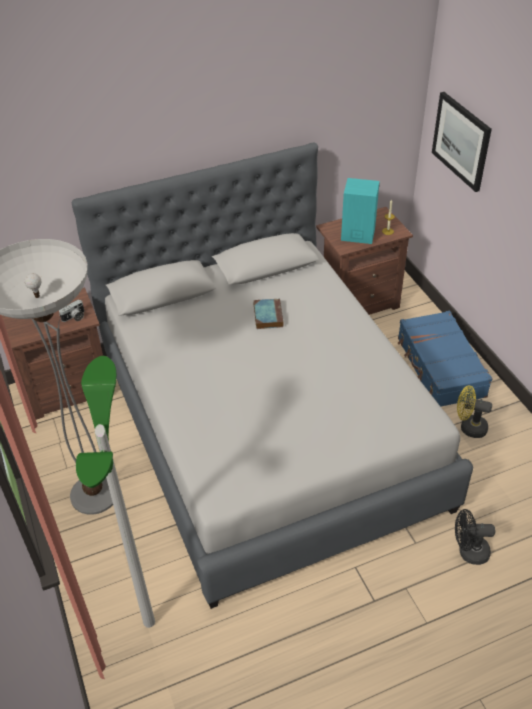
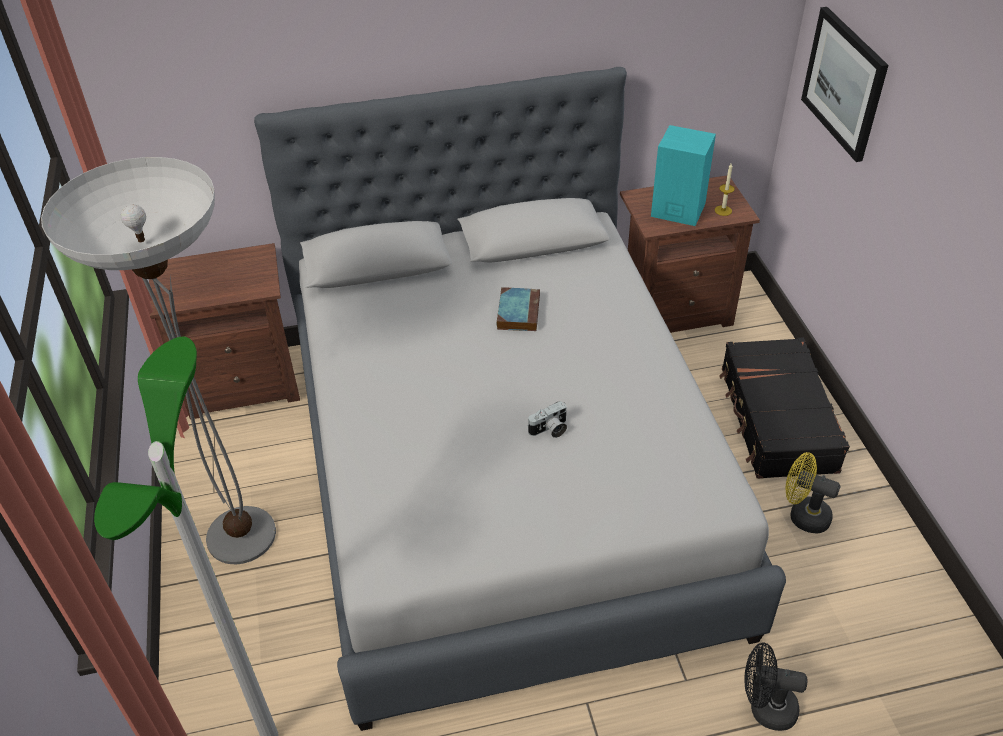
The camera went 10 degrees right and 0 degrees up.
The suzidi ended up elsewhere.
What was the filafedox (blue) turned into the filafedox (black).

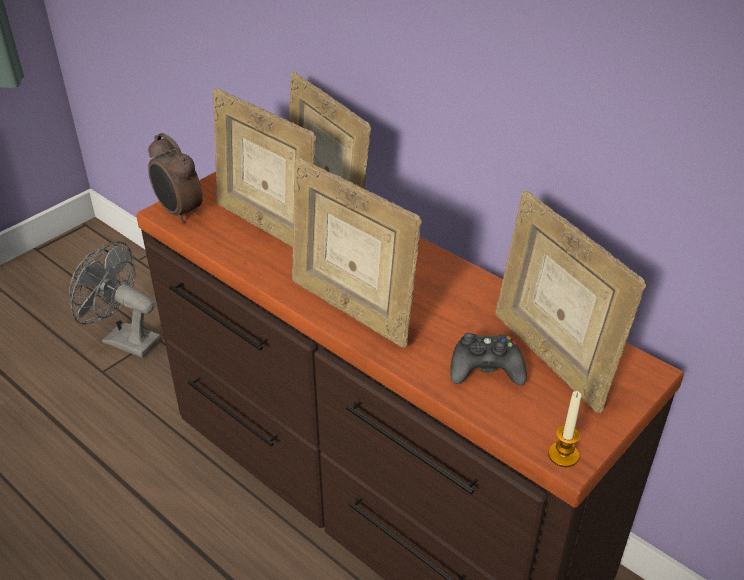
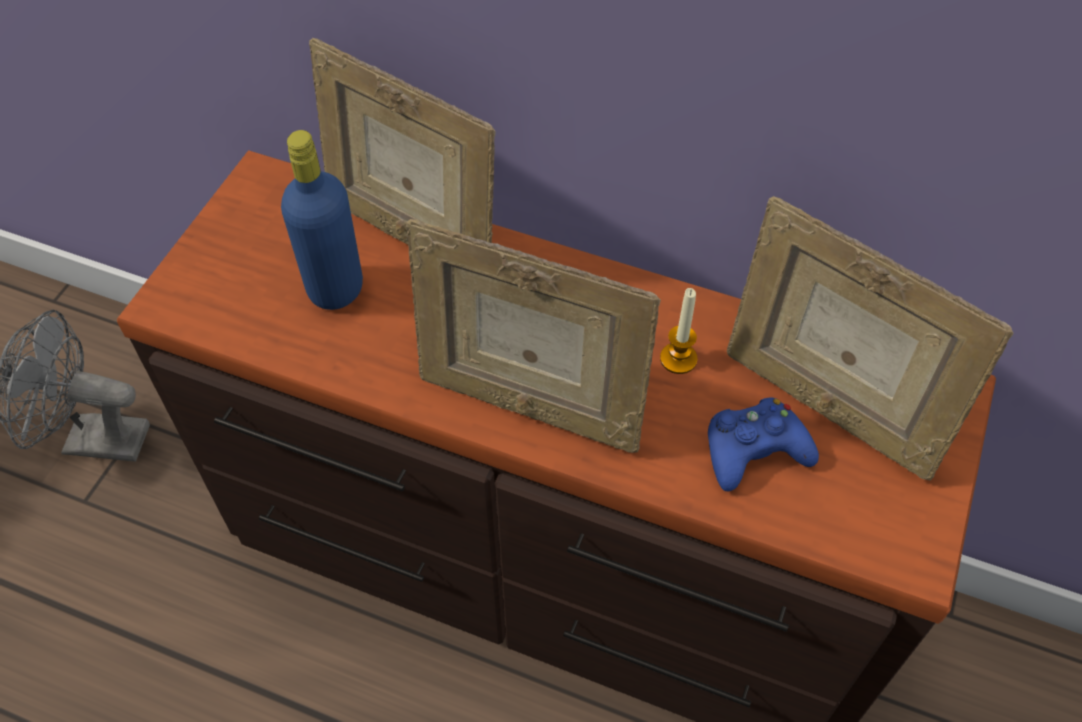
The camera went 20 degrees left and 15 degrees up.
Where the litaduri (1st from left) stood, the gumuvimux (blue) came to stand.
The second view lost the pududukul.
What was the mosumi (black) turned into the mosumi (blue).
The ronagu ended up elsewhere.

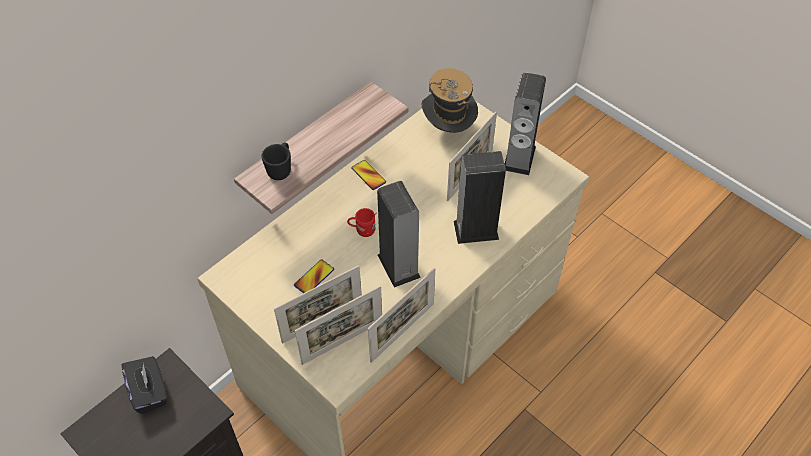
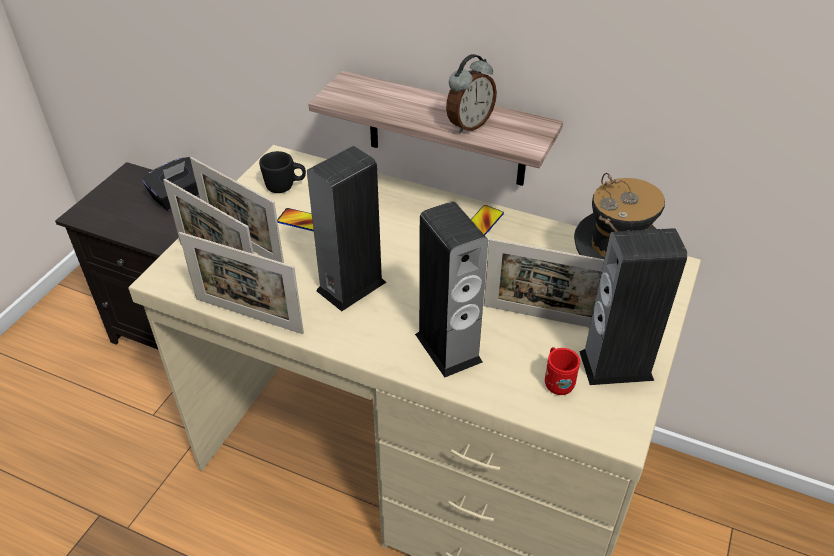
The camera went 70 degrees right and 10 degrees down.
The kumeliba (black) ended up elsewhere.
The kumeliba (red) ended up elsewhere.
The second view gained the pududukul.

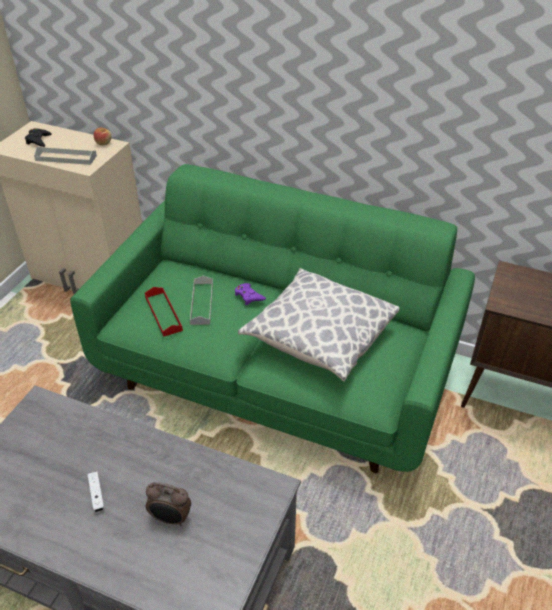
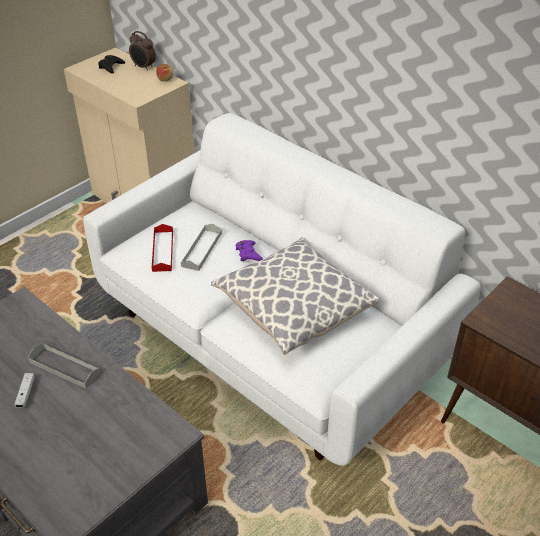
The camera went 20 degrees right and 0 degrees up.
The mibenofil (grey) (1st from left) ended up elsewhere.
What was the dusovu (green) turned into the dusovu (white).
The pududukul ended up elsewhere.

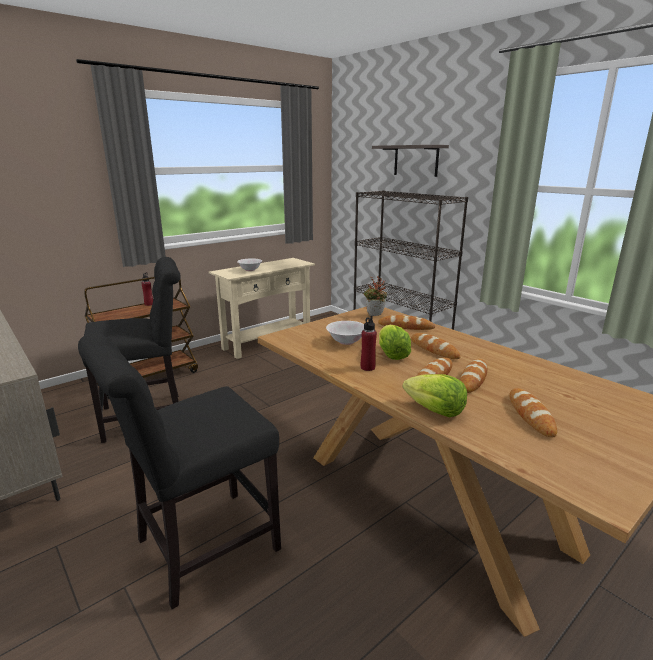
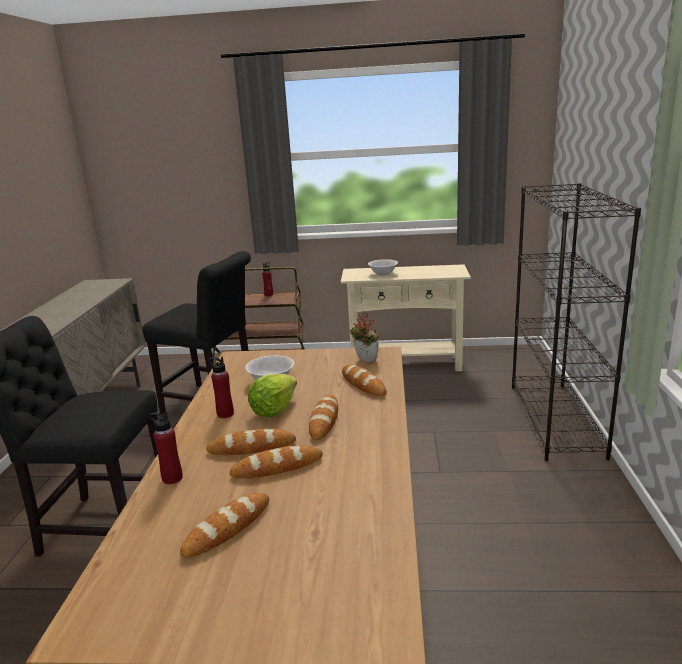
The camera went 45 degrees right and 0 degrees up.
The second view lost the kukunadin.
Where the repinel (2nd from left) stood, the gumuvimux (red) (1st from left) came to stand.

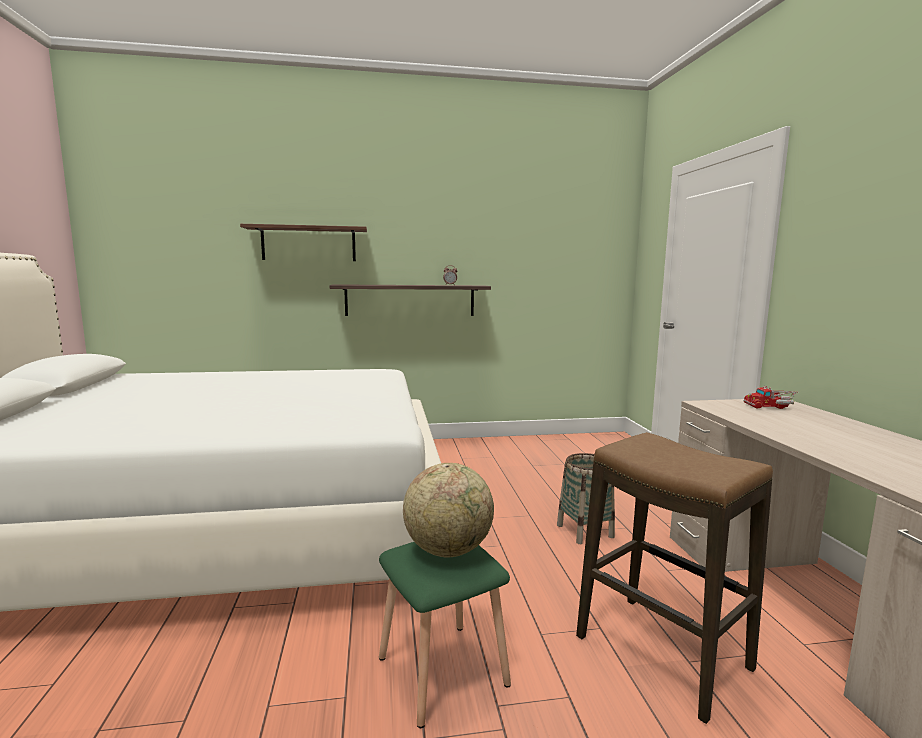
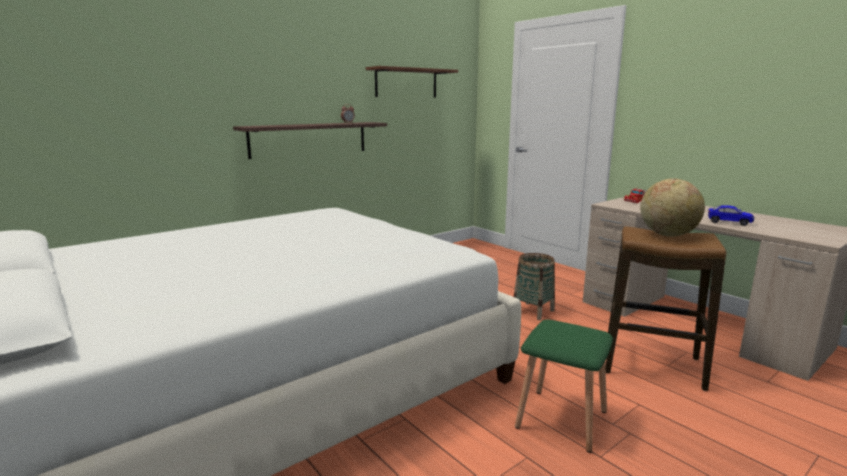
The camera went 30 degrees left and 5 degrees up.
The kukunadin (1st from left in the first image) ended up elsewhere.
The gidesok ended up elsewhere.
The second view gained the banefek.

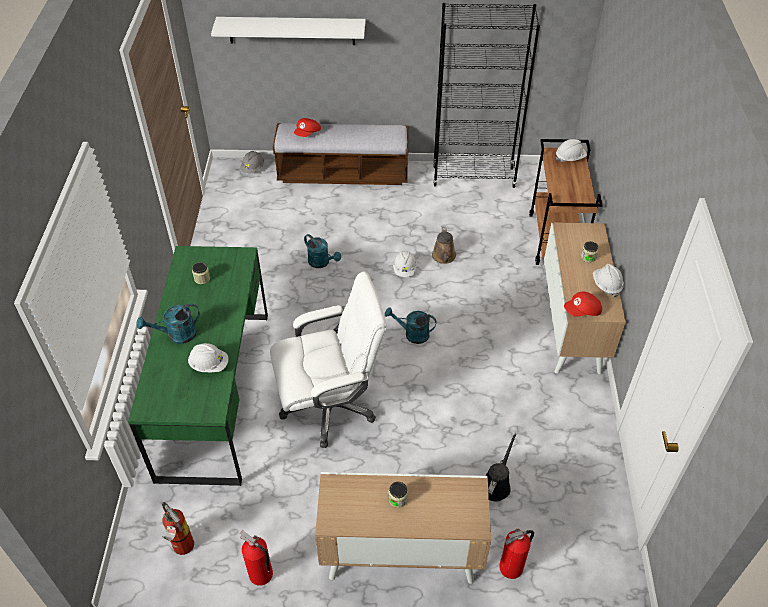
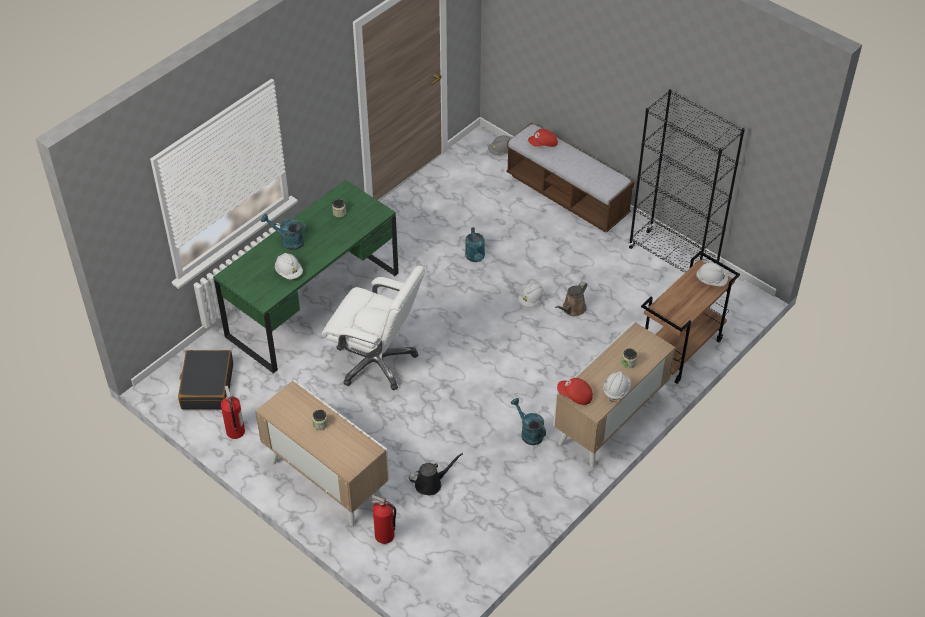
The camera went 40 degrees right and 0 degrees up.
The second view lost the kukunadin (white).
The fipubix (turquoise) (3rd from left) ended up elsewhere.
Where the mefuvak (1st from left) stood, the filafedox (black) came to stand.

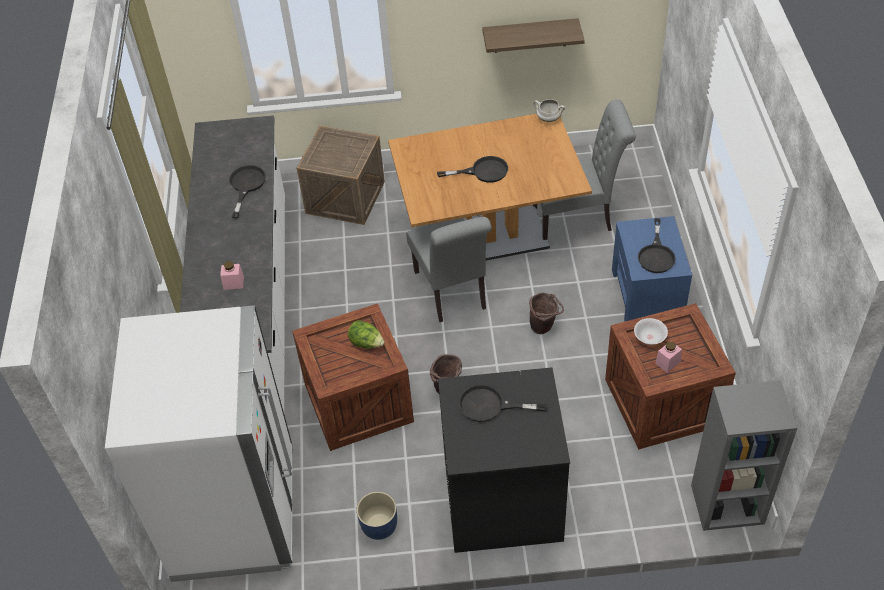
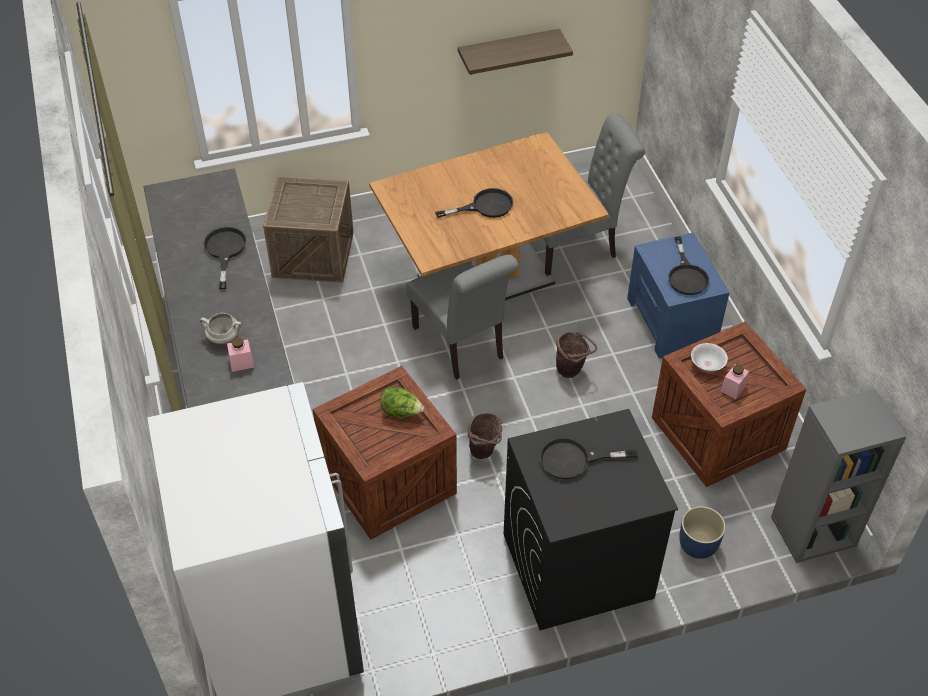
The camera went 15 degrees left and 0 degrees up.
The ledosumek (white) ended up elsewhere.
The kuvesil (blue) ended up elsewhere.

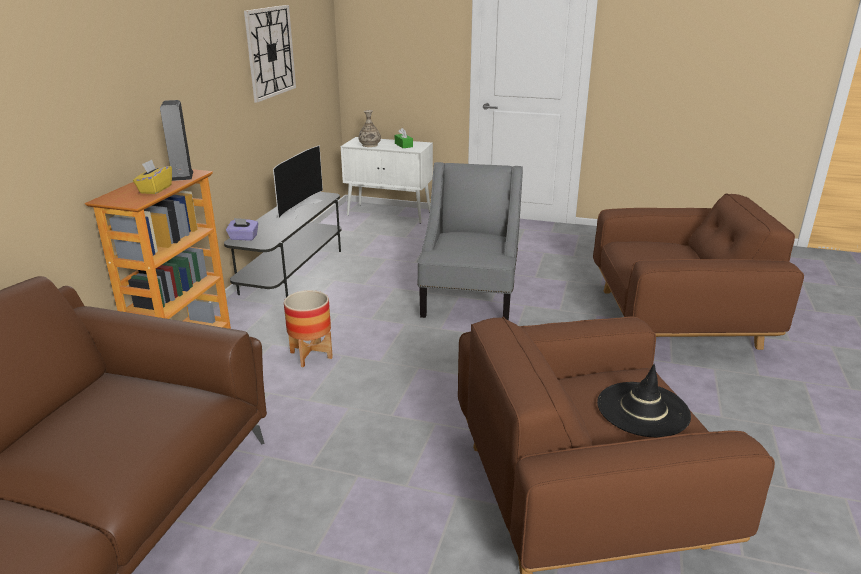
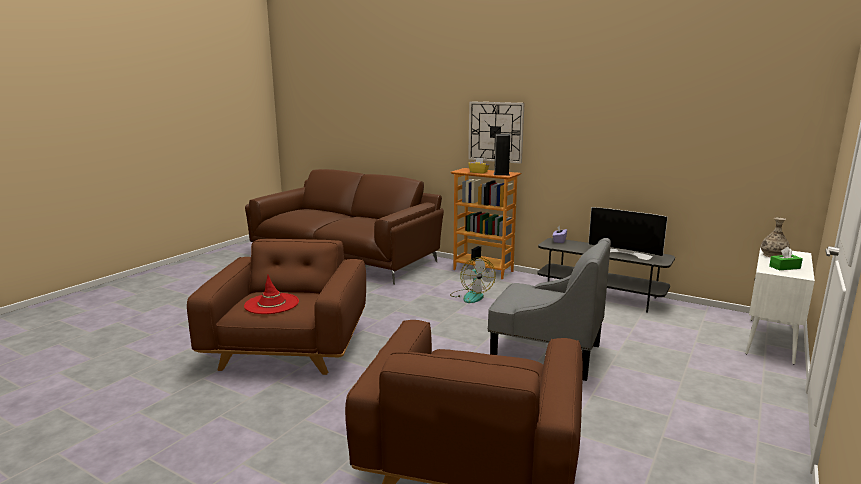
The camera went 105 degrees right and 10 degrees down.
The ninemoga ended up elsewhere.
Where the kuvesil stood, the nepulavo came to stand.
What was the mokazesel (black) turned into the mokazesel (red).

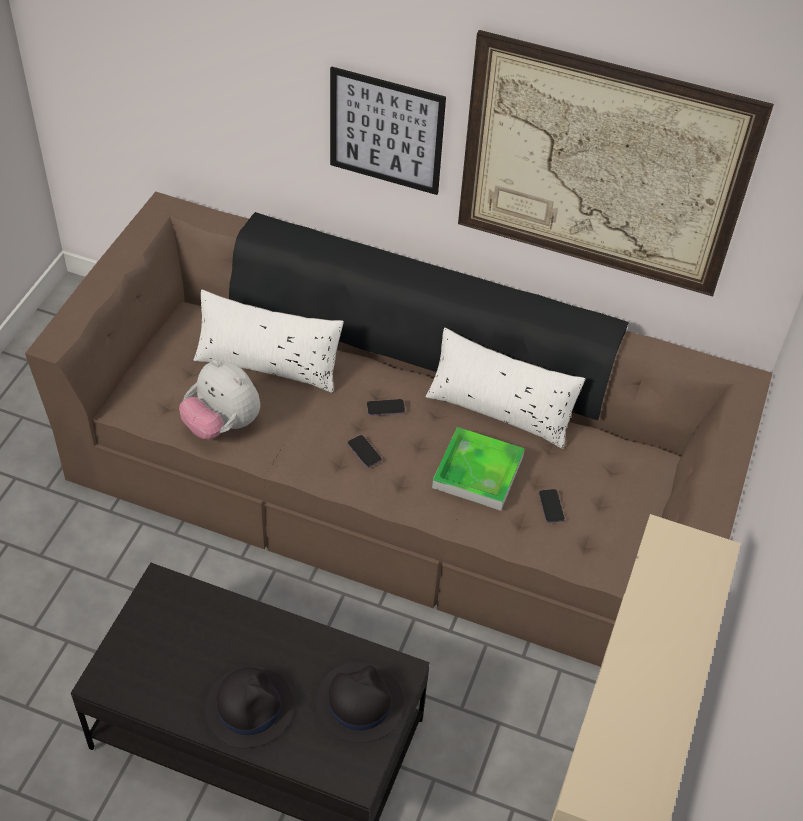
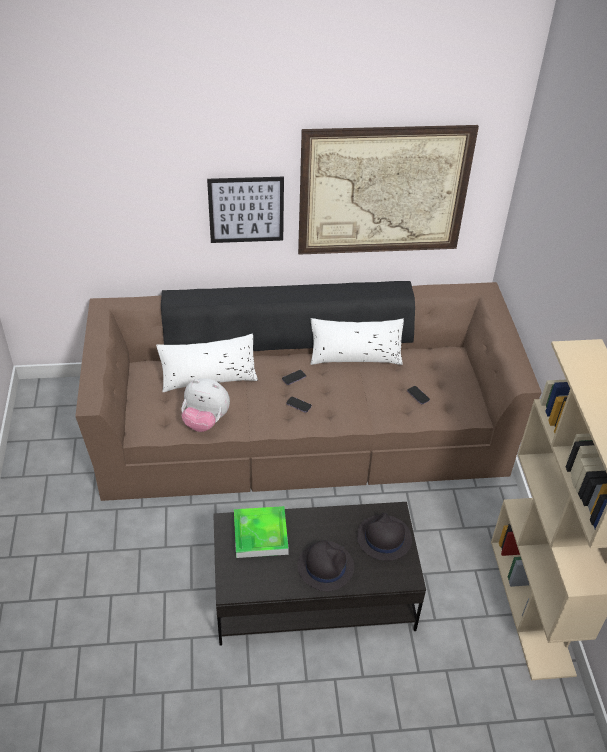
The camera went 25 degrees left and 5 degrees down.
The mibenofil ended up elsewhere.

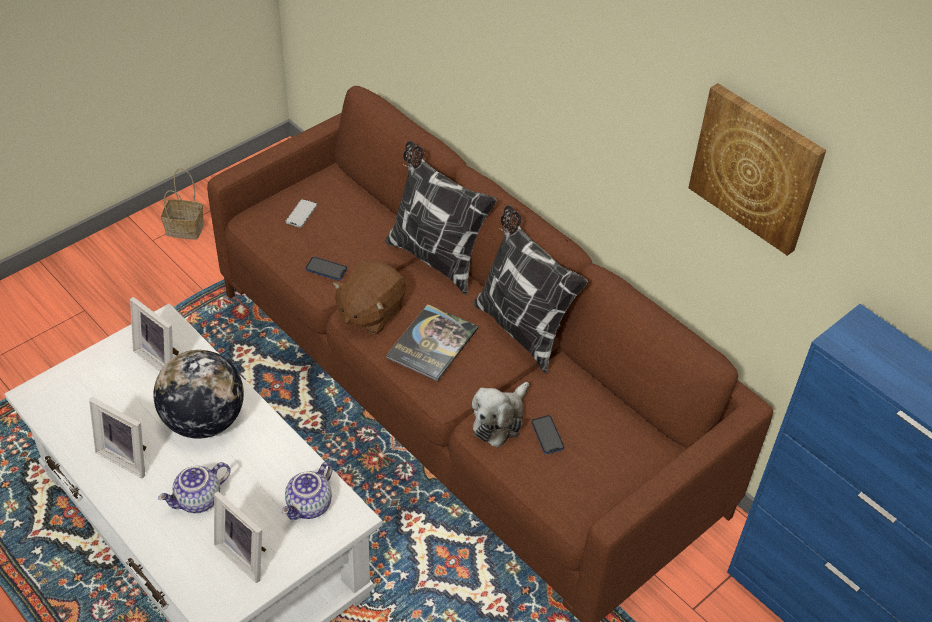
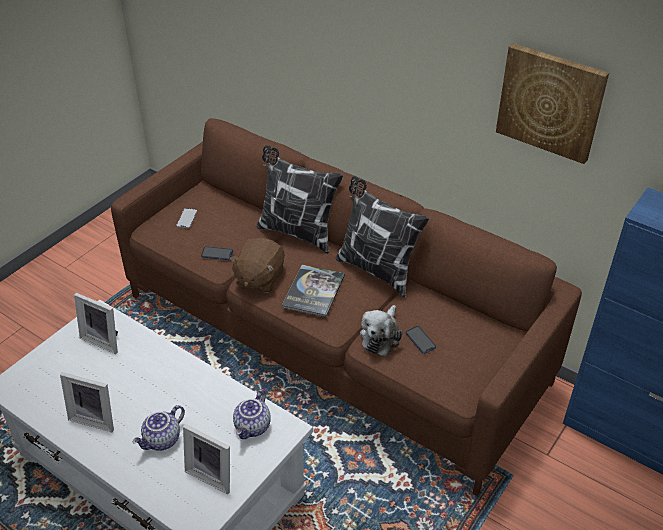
The camera went 10 degrees left and 5 degrees down.
The second view lost the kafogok.
The second view lost the gidesok.

